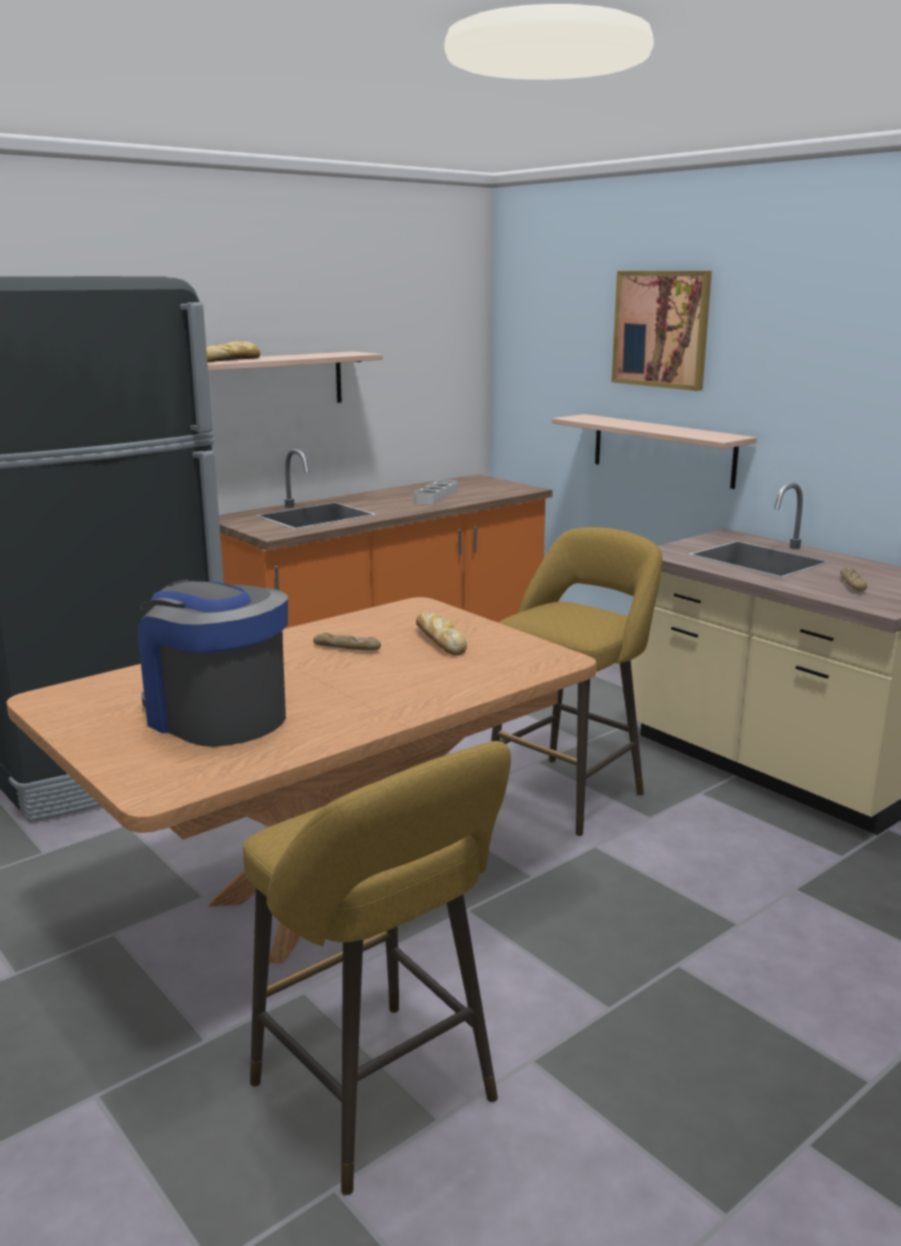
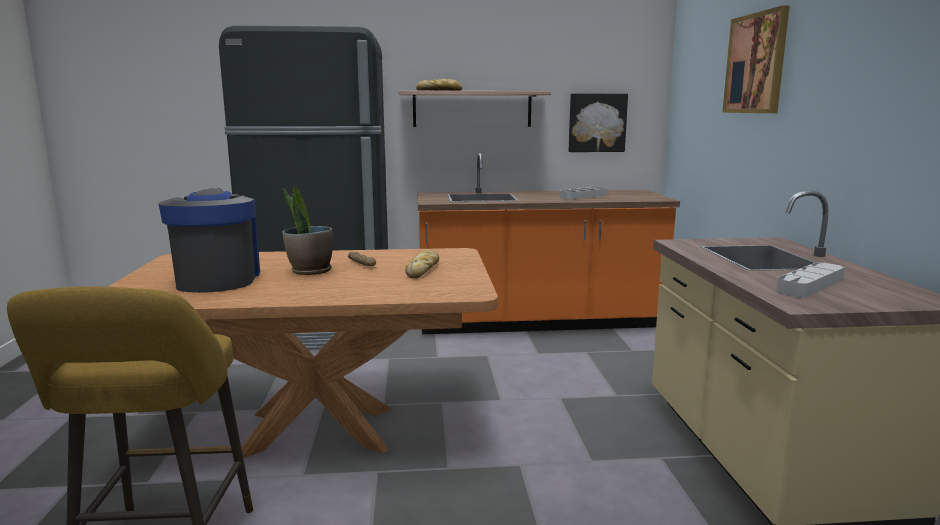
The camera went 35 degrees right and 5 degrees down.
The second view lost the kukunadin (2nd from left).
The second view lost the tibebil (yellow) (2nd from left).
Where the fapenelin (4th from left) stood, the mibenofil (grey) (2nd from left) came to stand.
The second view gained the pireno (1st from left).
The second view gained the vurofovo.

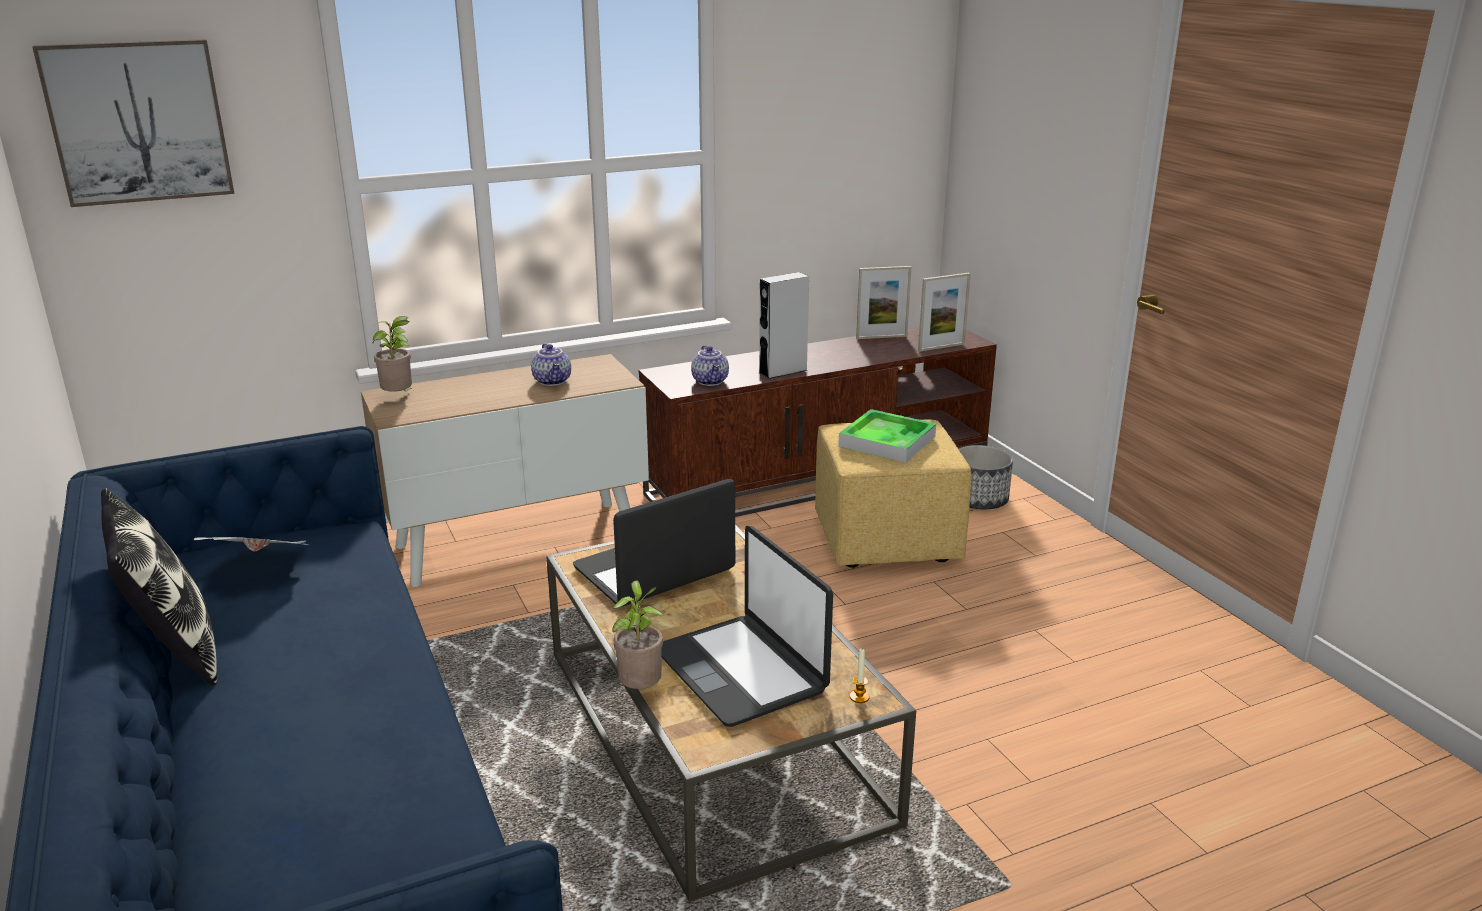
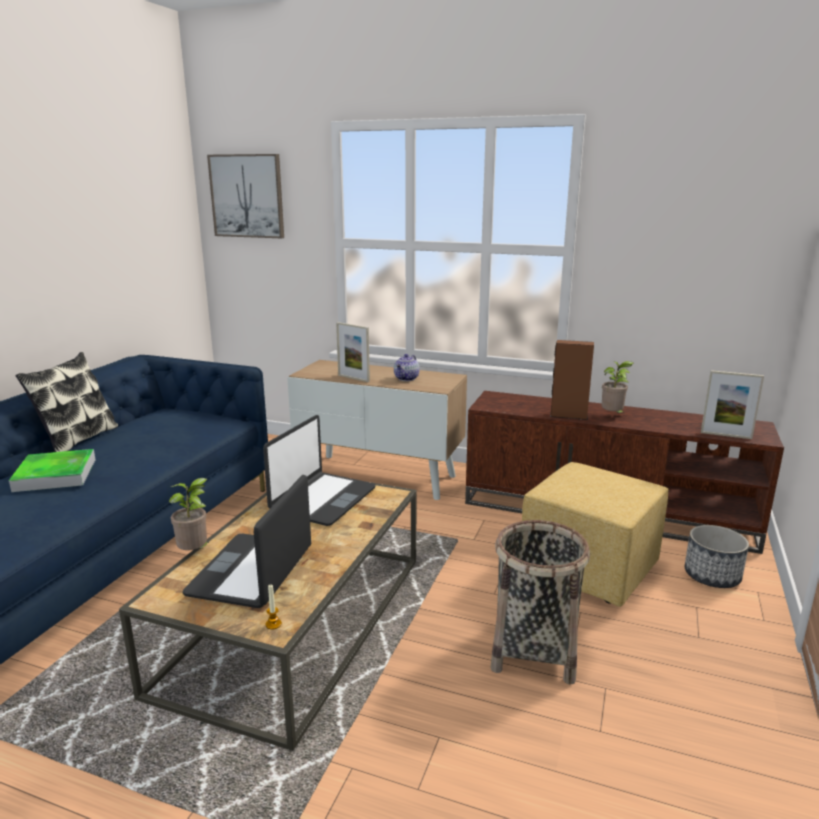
The camera went 45 degrees right and 5 degrees down.
The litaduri (1st from left) ended up elsewhere.
What was the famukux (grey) turned into the famukux (brown).
The vurofovo (1st from left in the first image) ended up elsewhere.
The second view lost the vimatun (2nd from left).
The mibenofil ended up elsewhere.
The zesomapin (1st from left in the first image) ended up facing another way, 105 degrees clockwise from before.
The second view lost the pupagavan.
The second view gained the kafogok.

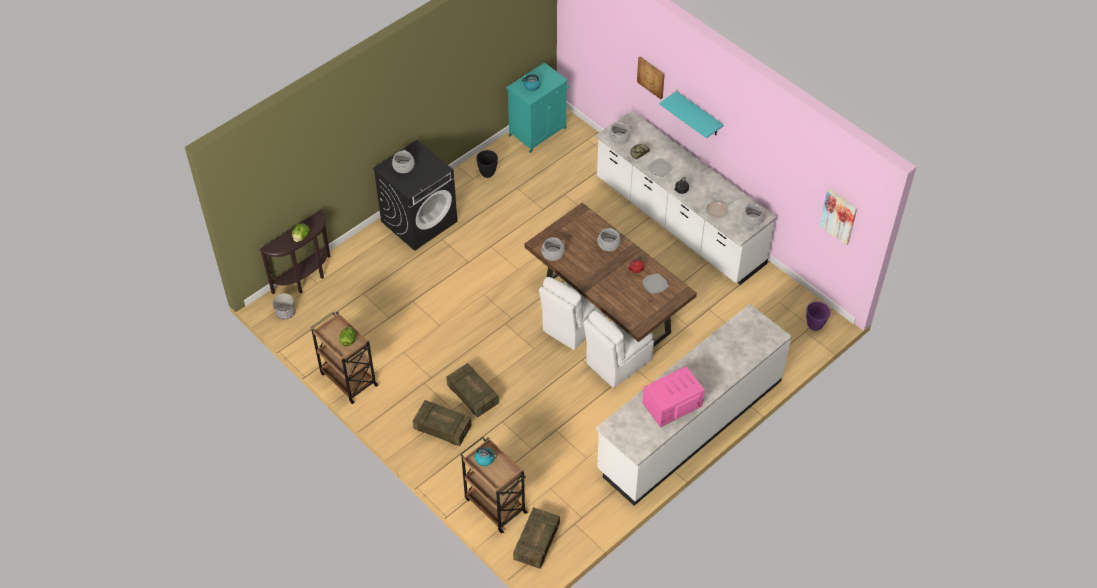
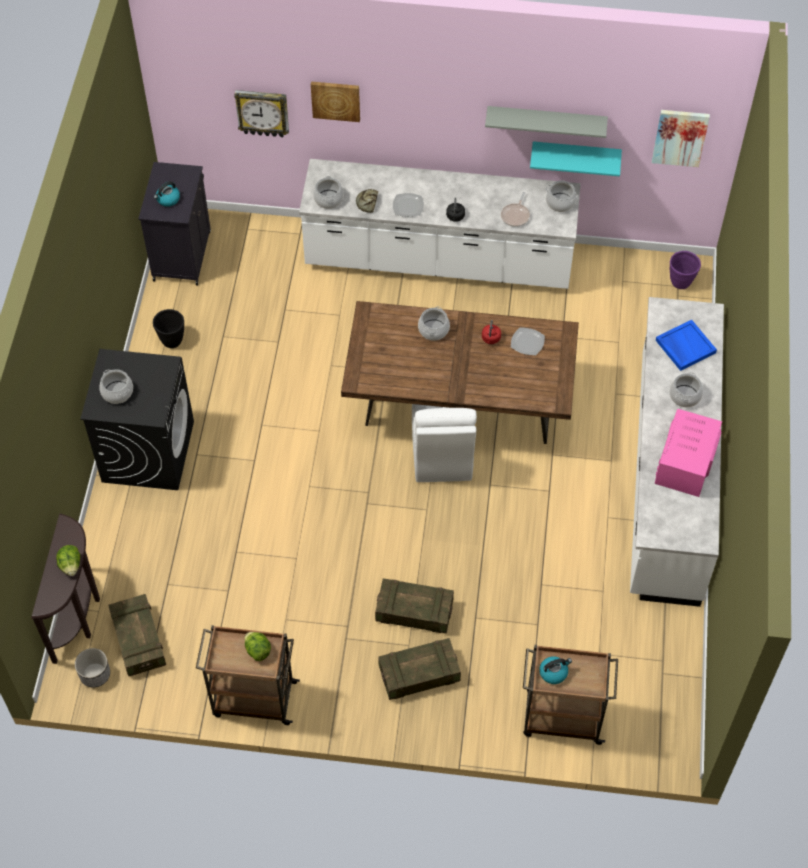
The camera went 40 degrees left and 5 degrees up.
What was the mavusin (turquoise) turned into the mavusin (black).
The kukunadin (turquoise) ended up elsewhere.
The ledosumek (2nd from left in the first image) ended up elsewhere.
The second view lost the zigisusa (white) (2nd from left).
The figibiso (3rd from left in the first image) ended up elsewhere.
The second view gained the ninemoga.
The second view gained the kukunadin (grey).
The second view gained the mibenofil (blue).

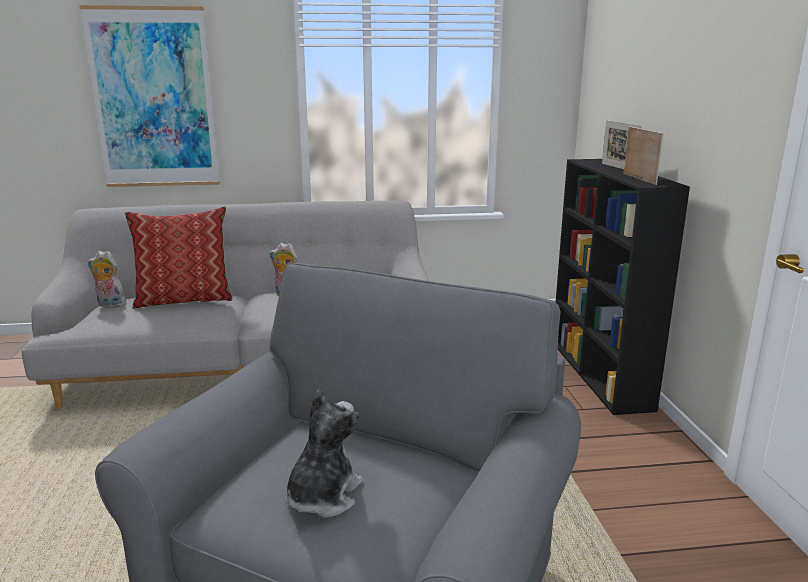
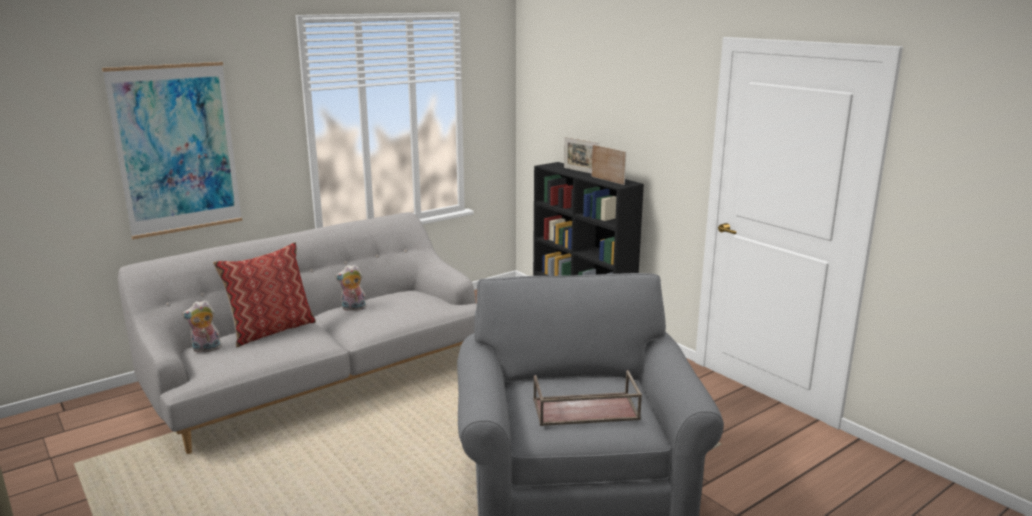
The camera went 30 degrees left and 0 degrees up.
Where the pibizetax (3rd from left) stood, the mibenofil (brown) came to stand.

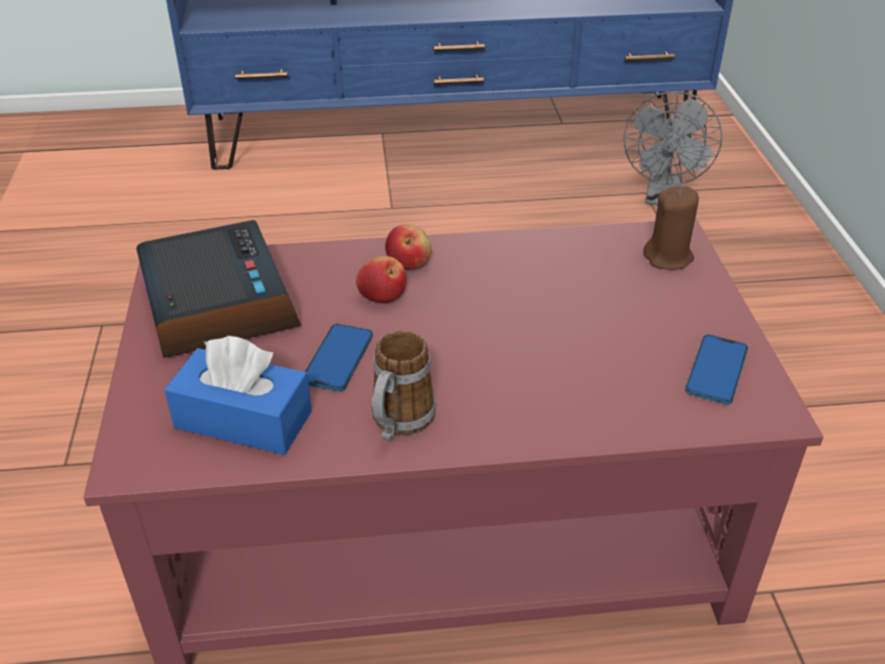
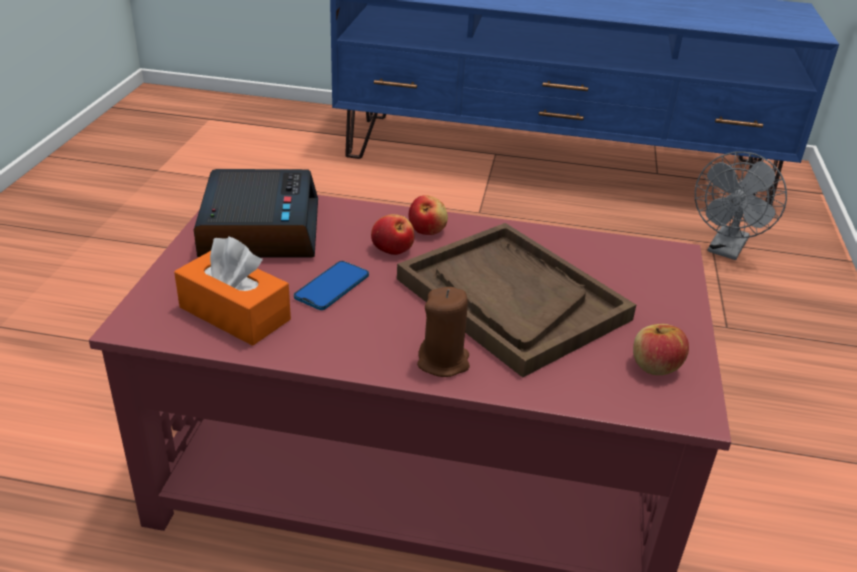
The camera went 15 degrees right and 5 degrees down.
The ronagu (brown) ended up elsewhere.
The second view lost the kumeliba.
Where the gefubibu (2nd from left) stood, the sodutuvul (3rd from left) came to stand.
What was the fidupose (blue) turned into the fidupose (orange).
The second view gained the mibenofil (brown).

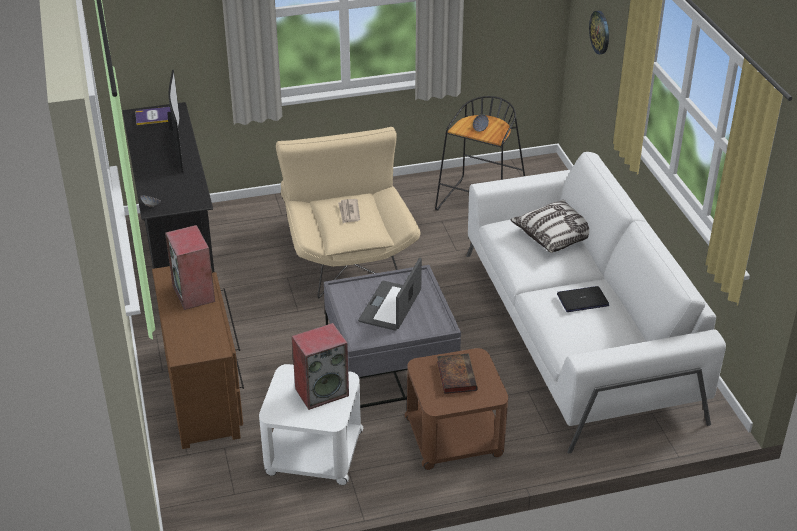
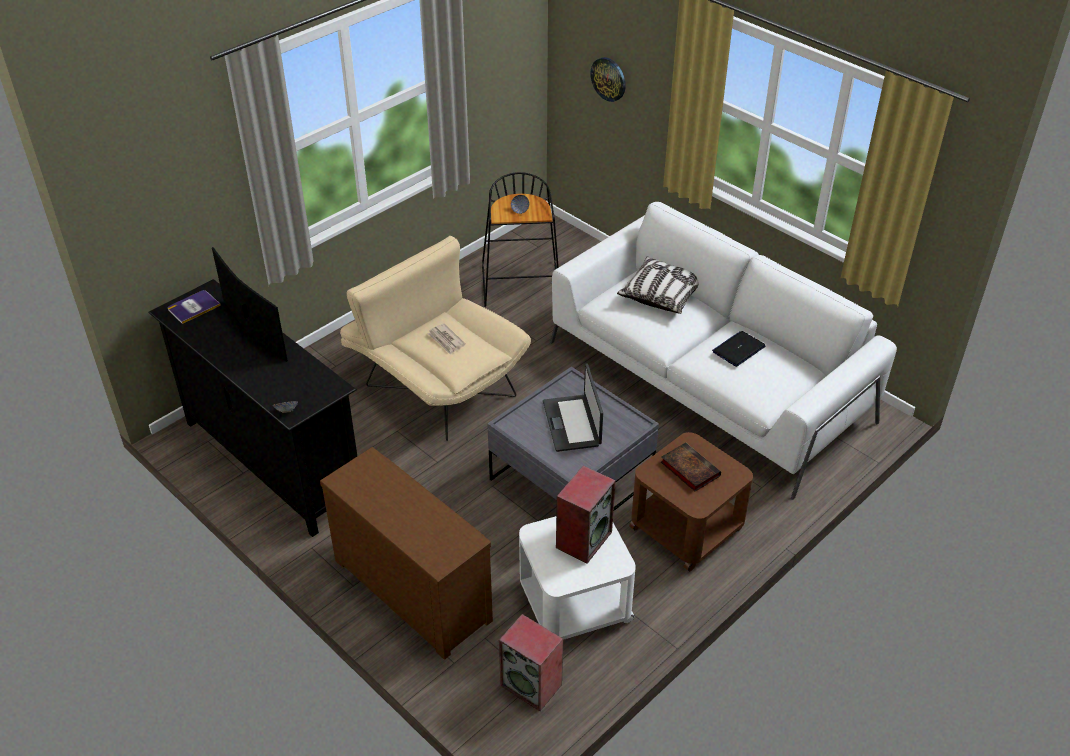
The camera went 30 degrees left and 5 degrees up.
The famukux (1st from left) ended up elsewhere.

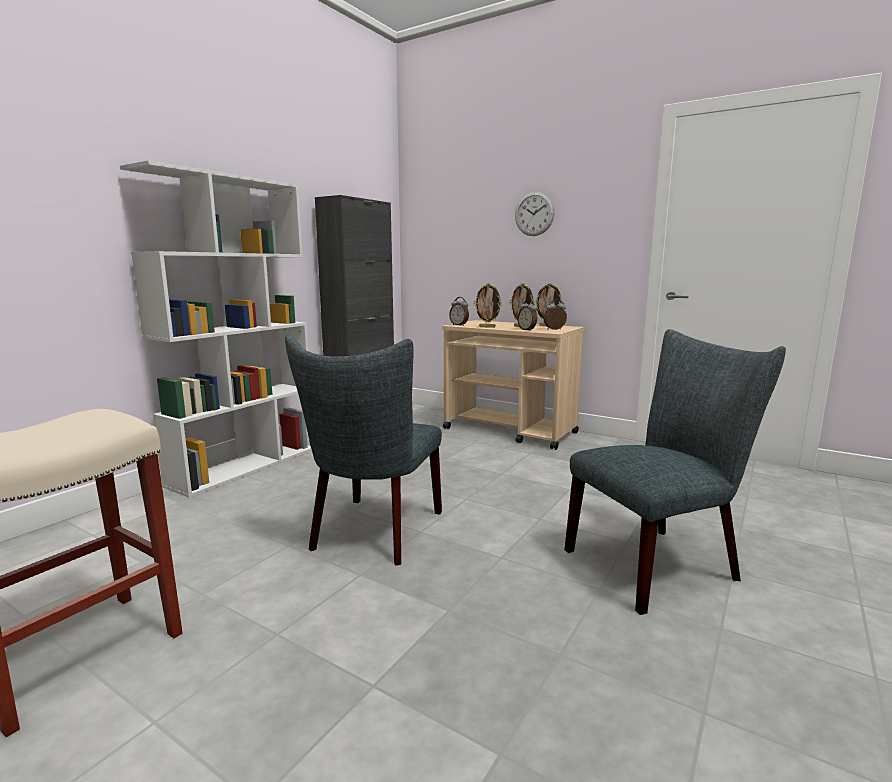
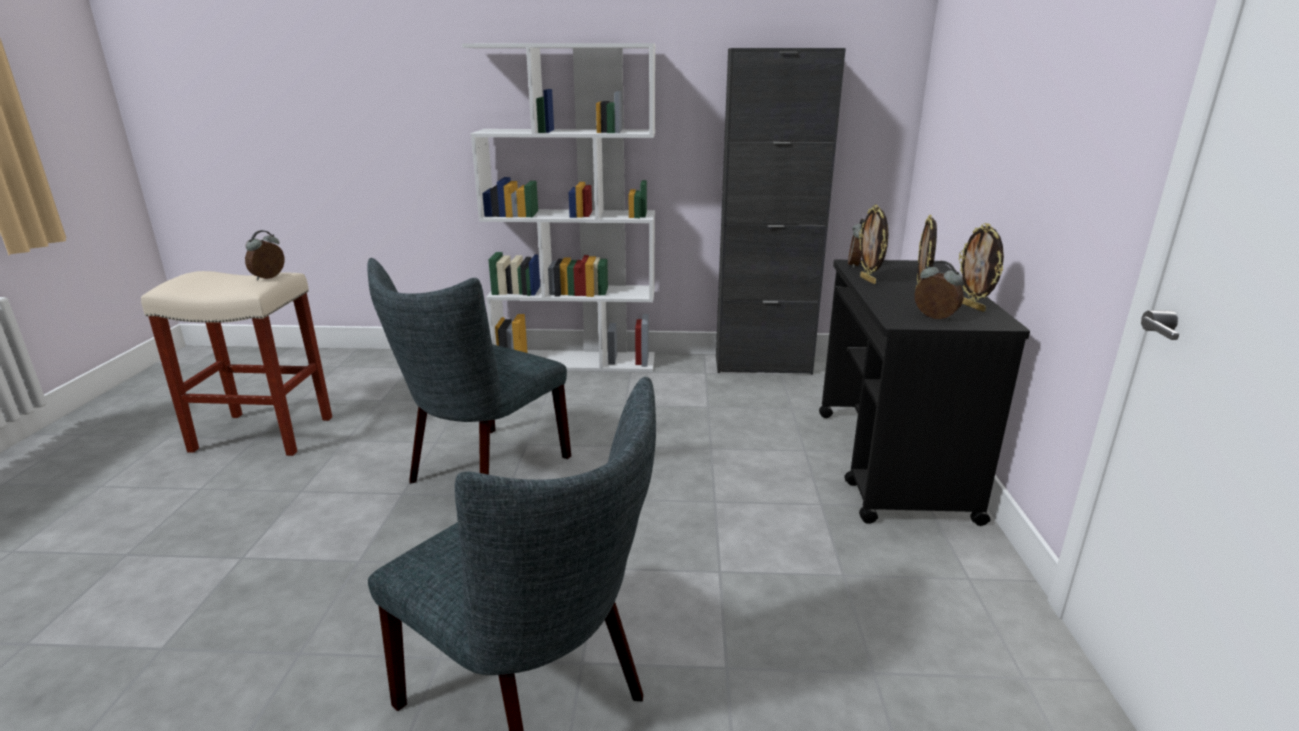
The camera went 60 degrees right and 10 degrees up.
The second view lost the ninemoga.
The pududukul (2nd from left in the first image) ended up elsewhere.
What was the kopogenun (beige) turned into the kopogenun (black).
The zigisusa (grey) (1st from left) ended up facing another way, 45 degrees counterclockwise from before.

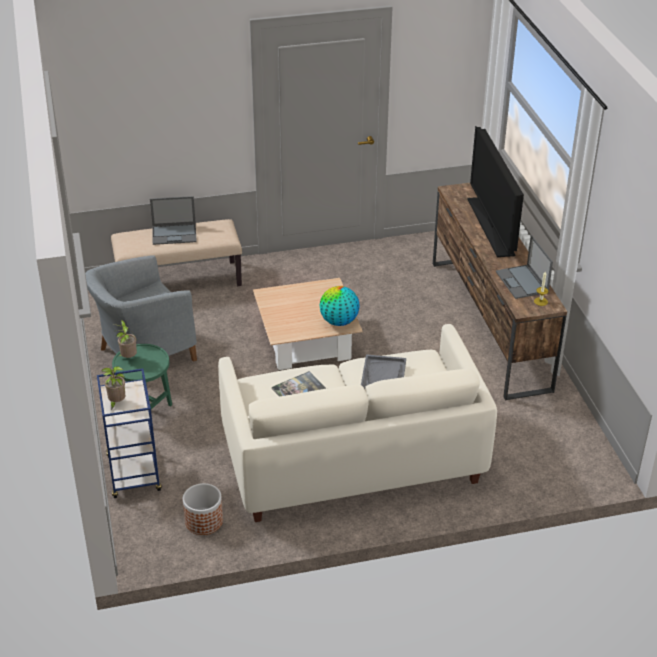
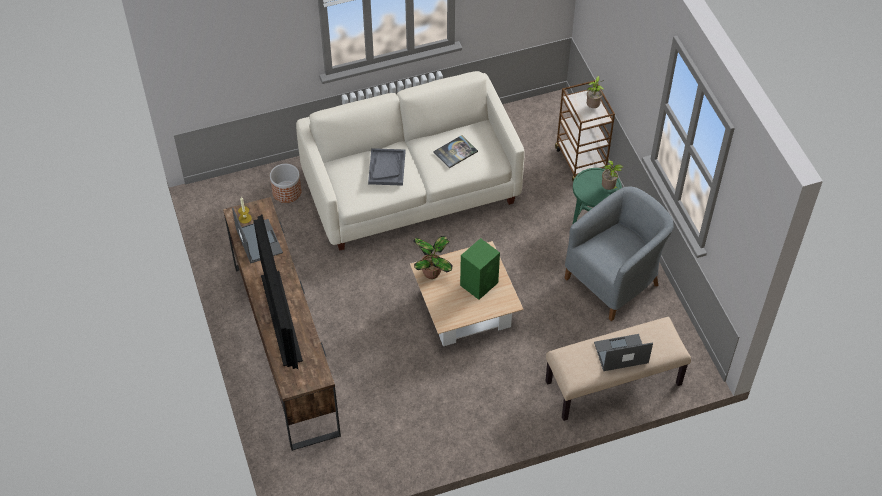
The camera went 175 degrees right and 15 degrees up.
Where the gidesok stood, the vurofovo (1st from left) came to stand.
What was the kopogenun (blue) turned into the kopogenun (brown).
The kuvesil ended up elsewhere.
The second view gained the famukux (green).

